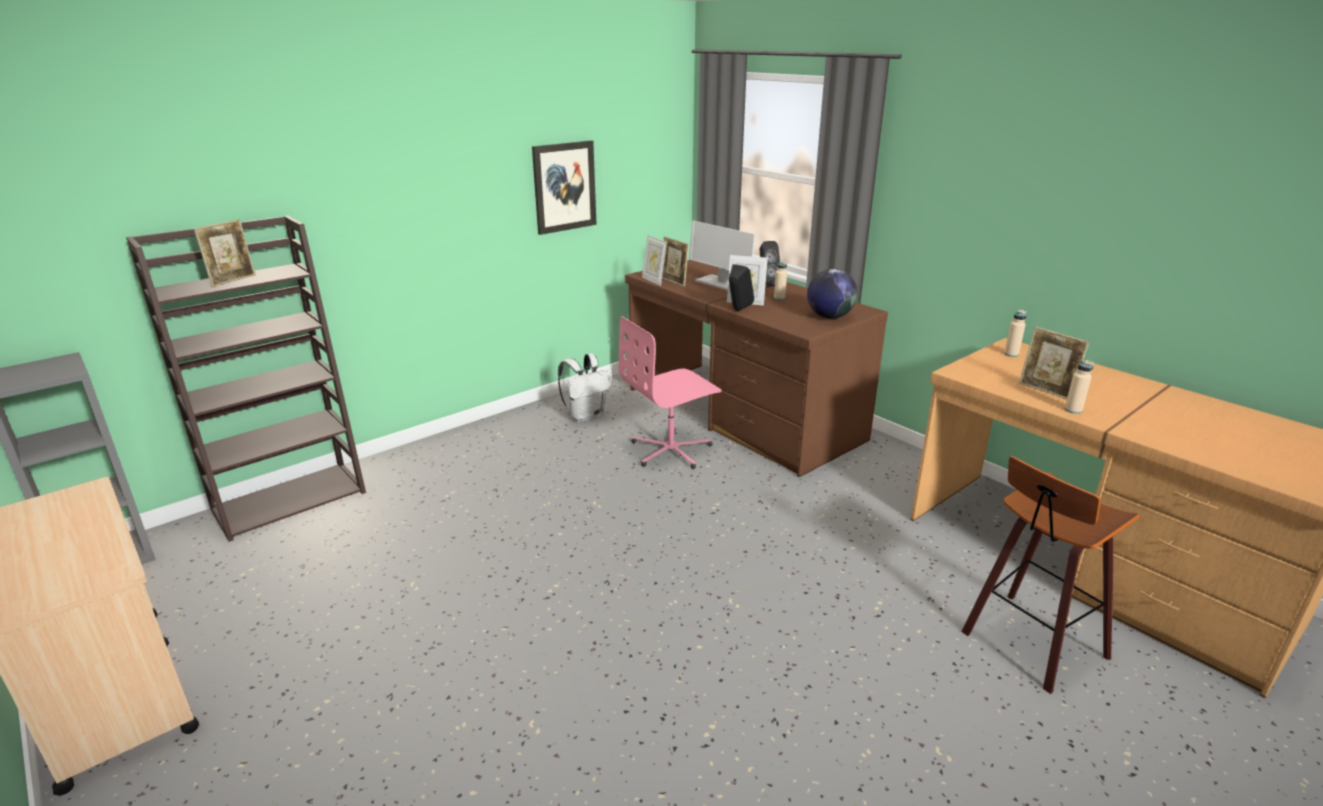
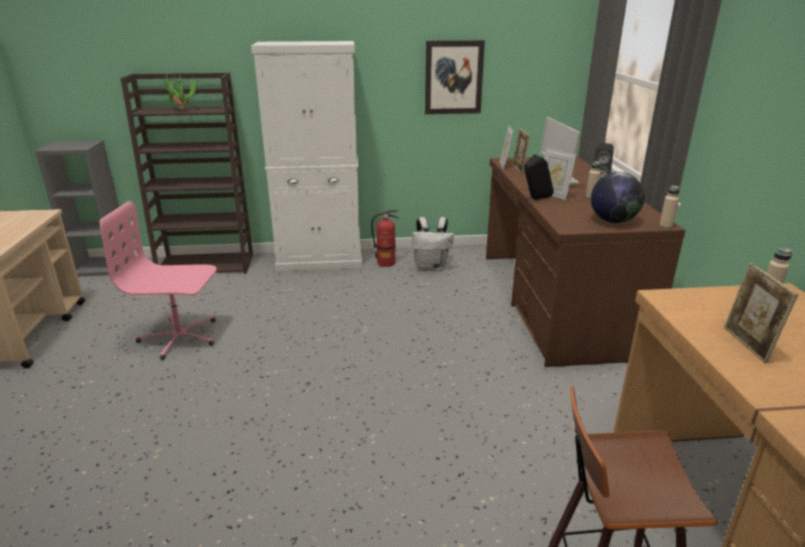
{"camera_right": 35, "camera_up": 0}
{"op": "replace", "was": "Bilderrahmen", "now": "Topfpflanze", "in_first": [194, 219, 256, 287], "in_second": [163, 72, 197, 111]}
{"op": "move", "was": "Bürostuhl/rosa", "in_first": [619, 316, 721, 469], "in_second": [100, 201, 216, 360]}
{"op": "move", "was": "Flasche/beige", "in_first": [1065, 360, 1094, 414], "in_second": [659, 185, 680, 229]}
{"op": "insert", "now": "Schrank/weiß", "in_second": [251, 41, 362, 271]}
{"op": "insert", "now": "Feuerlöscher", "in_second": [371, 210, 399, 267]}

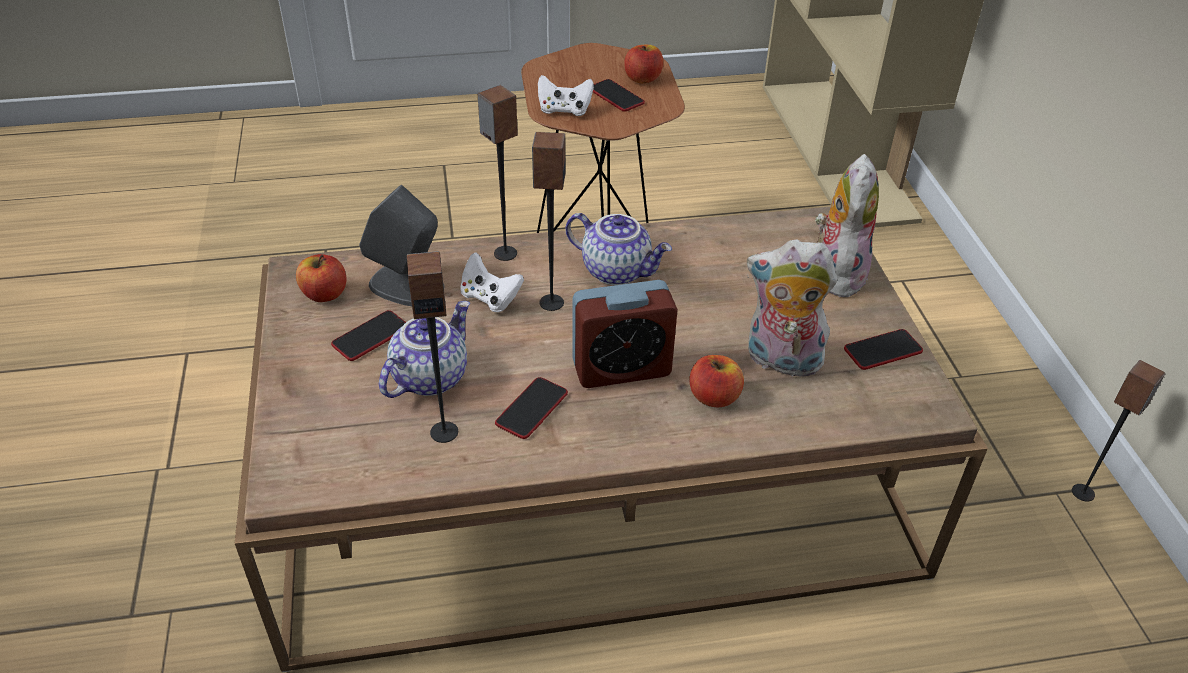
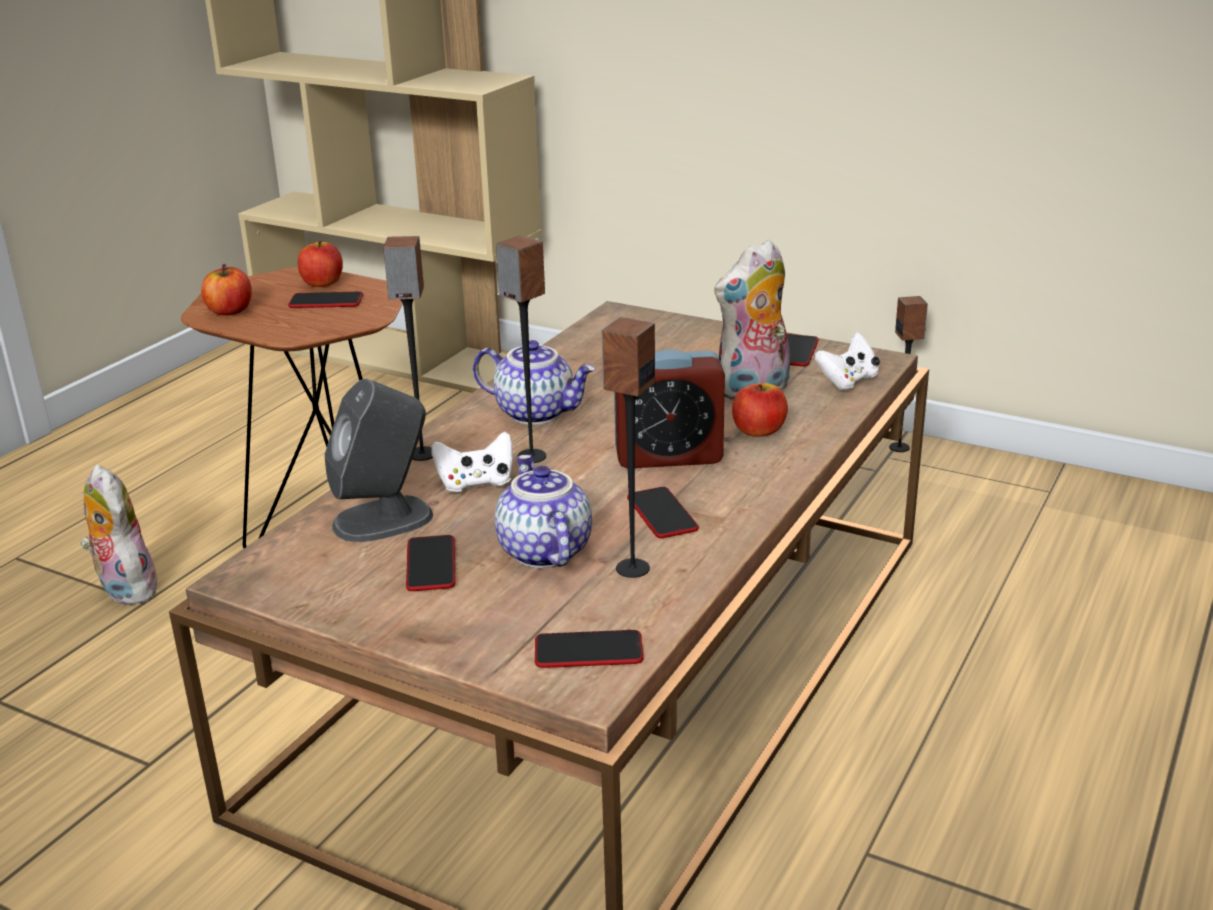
{"camera_right": -50, "camera_up": -15}
{"op": "move", "was": "Apfel", "in_first": [296, 254, 346, 302], "in_second": [201, 264, 252, 315]}
{"op": "move", "was": "Gamepad/weiß", "in_first": [538, 75, 594, 116], "in_second": [815, 333, 880, 390]}
{"op": "rotate", "was": "Teekanne", "in_first": [565, 213, 672, 285], "in_second": [473, 340, 596, 425], "clockwise": 45}
{"op": "rotate", "was": "Wecker", "in_first": [572, 280, 678, 388], "in_second": [614, 349, 725, 468], "clockwise": 60}
{"op": "move", "was": "Plüschtier", "in_first": [815, 154, 879, 300], "in_second": [80, 465, 160, 605]}
{"op": "insert", "now": "Handy", "in_second": [535, 630, 644, 668]}

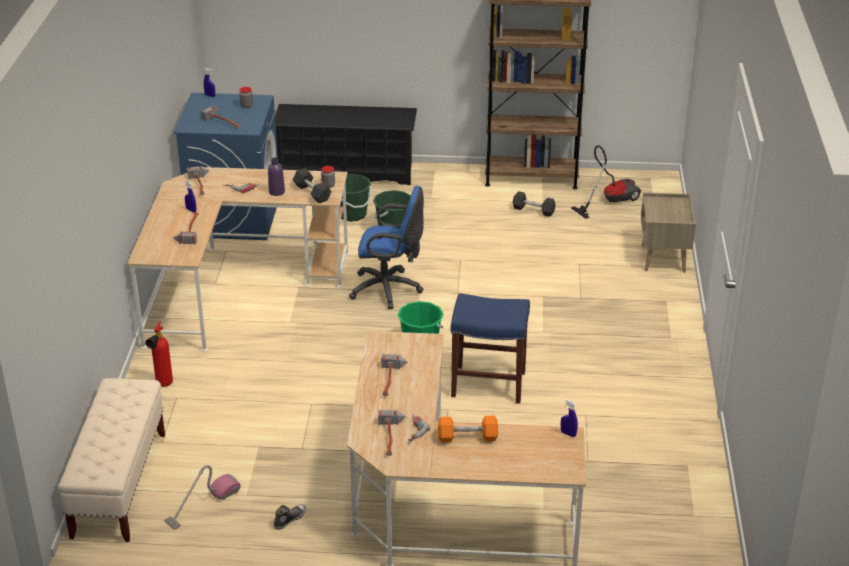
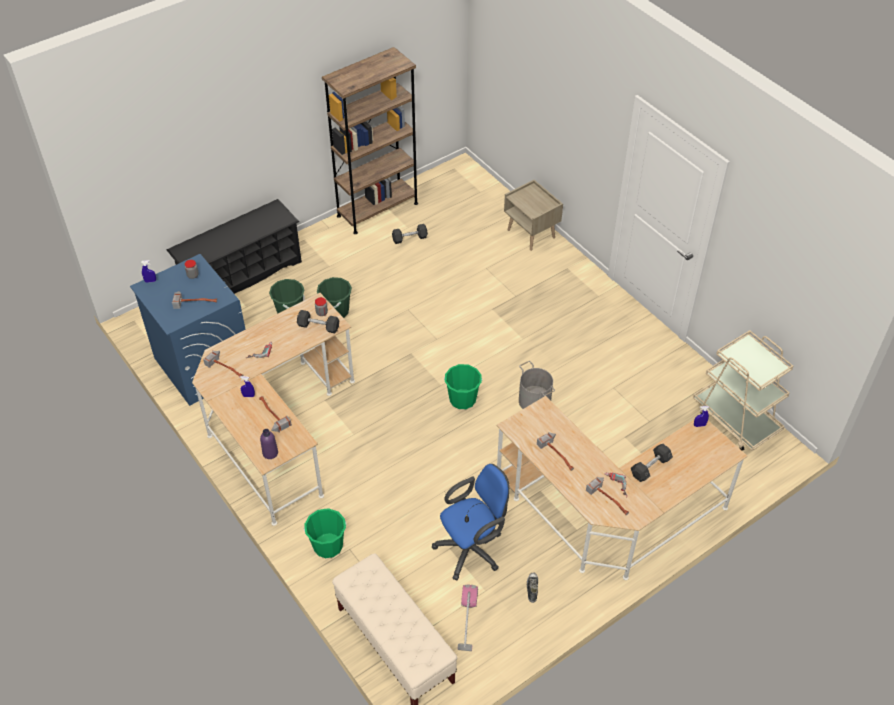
{"camera_right": -40, "camera_up": 15}
{"op": "replace", "was": "Feuerlöscher", "now": "Eimer/grün", "in_first": [145, 321, 173, 387], "in_second": [304, 508, 346, 558]}
{"op": "move", "was": "Flasche/lila", "in_first": [268, 158, 285, 196], "in_second": [260, 429, 278, 459]}
{"op": "move", "was": "Bürostuhl/blau", "in_first": [349, 186, 424, 309], "in_second": [432, 464, 510, 580]}
{"op": "recolor", "was": "Hantel/orange", "now": "Hantel/grau", "in_first": [438, 416, 498, 442], "in_second": [631, 444, 673, 482]}
{"op": "replace", "was": "Hocker/blau", "now": "Eimer/grau", "in_first": [451, 293, 530, 404], "in_second": [519, 361, 555, 409]}
{"op": "delete", "was": "Staubsauger", "in_first": [571, 145, 641, 219]}
{"op": "insert", "now": "Rollwagen/beige", "in_second": [693, 330, 793, 451]}

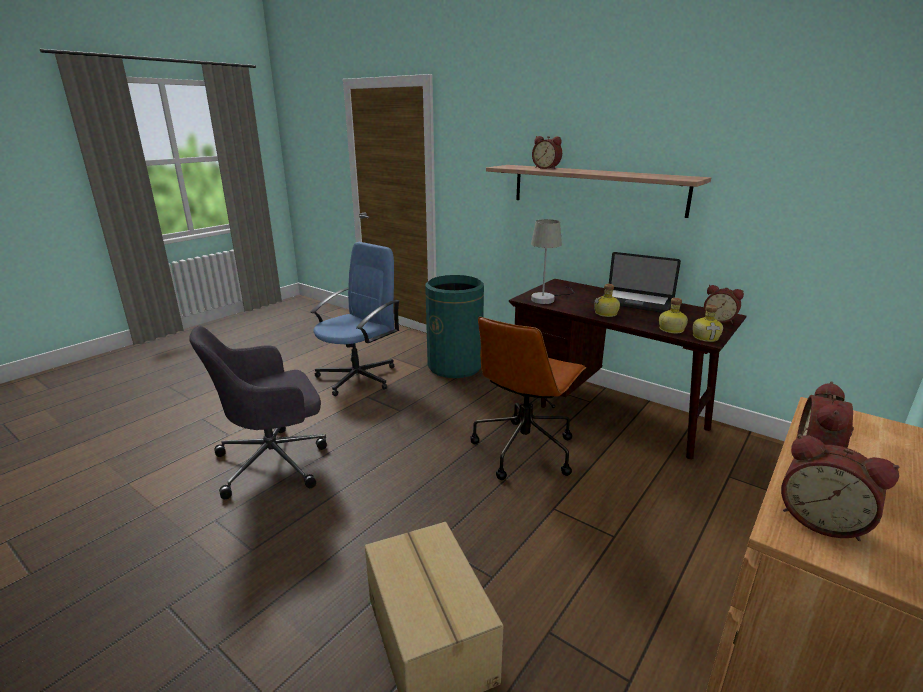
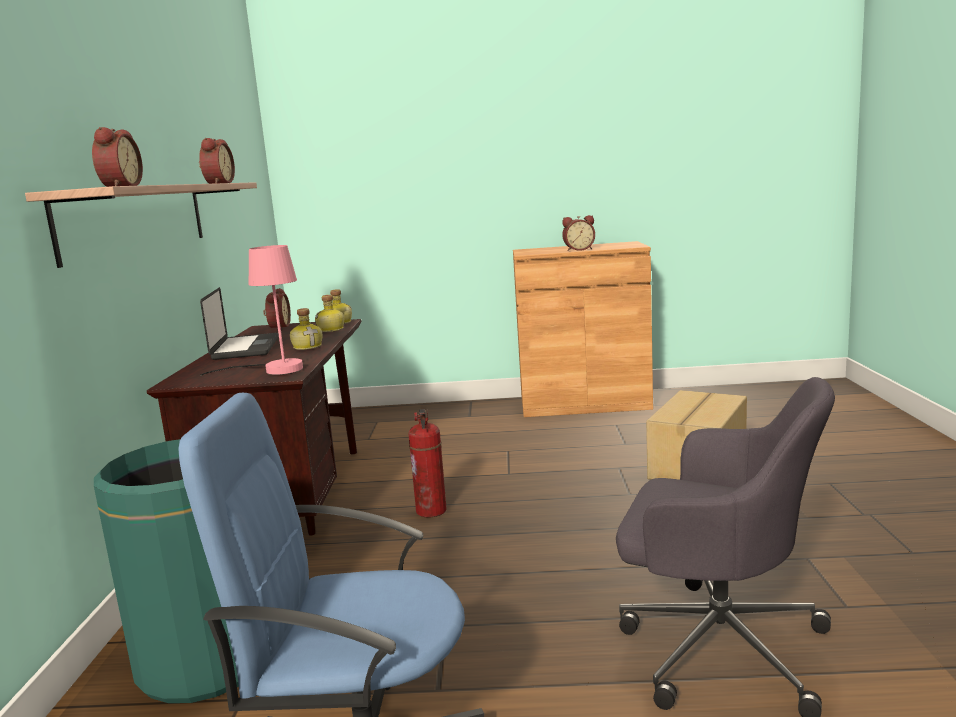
{"camera_right": -125, "camera_up": -10}
{"op": "replace", "was": "Bürostuhl/braun", "now": "Feuerlöscher", "in_first": [471, 317, 586, 480], "in_second": [408, 409, 447, 518]}
{"op": "recolor", "was": "Tischlampe/grau", "now": "Tischlampe/rosa", "in_first": [531, 219, 574, 304], "in_second": [201, 245, 303, 376]}
{"op": "move", "was": "Wecker", "in_first": [781, 434, 899, 541], "in_second": [199, 138, 235, 184]}

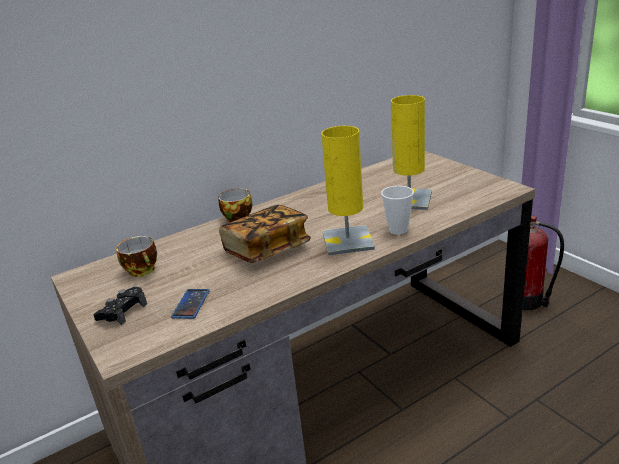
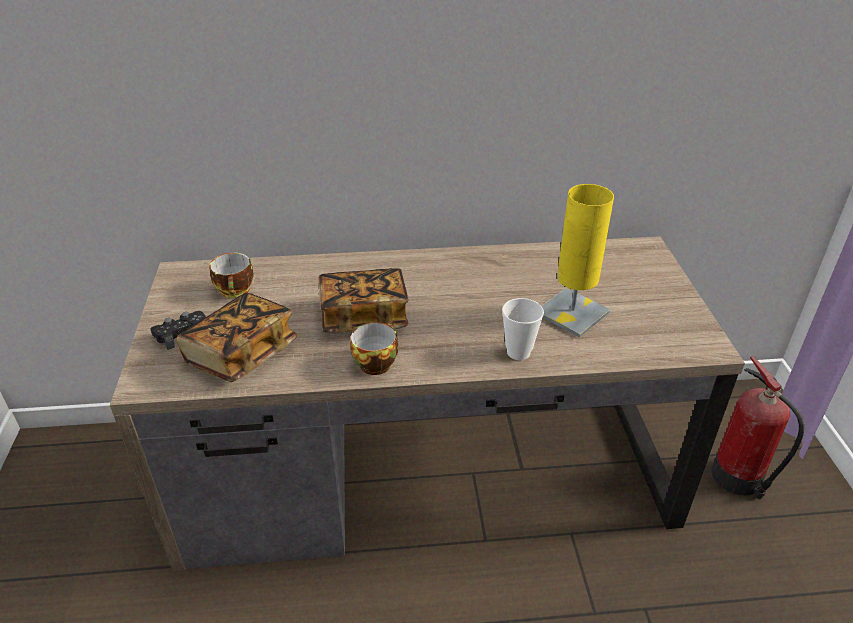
{"camera_right": 25, "camera_up": 10}
{"op": "replace", "was": "Handy", "now": "Buch", "in_first": [171, 289, 210, 319], "in_second": [176, 293, 297, 382]}
{"op": "move", "was": "Tasse", "in_first": [218, 189, 252, 222], "in_second": [350, 322, 398, 375]}
{"op": "delete", "was": "Tischlampe/gelb", "in_first": [321, 126, 375, 255]}

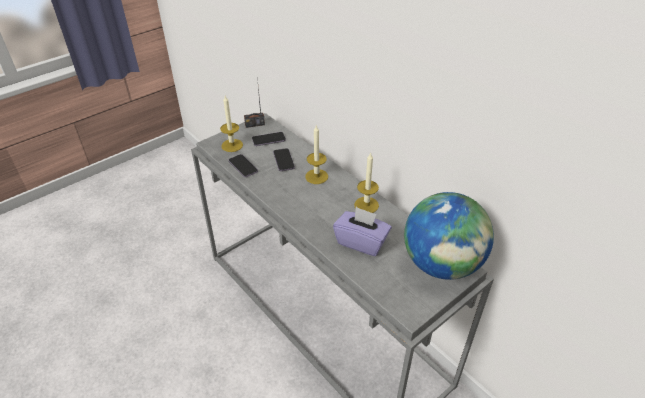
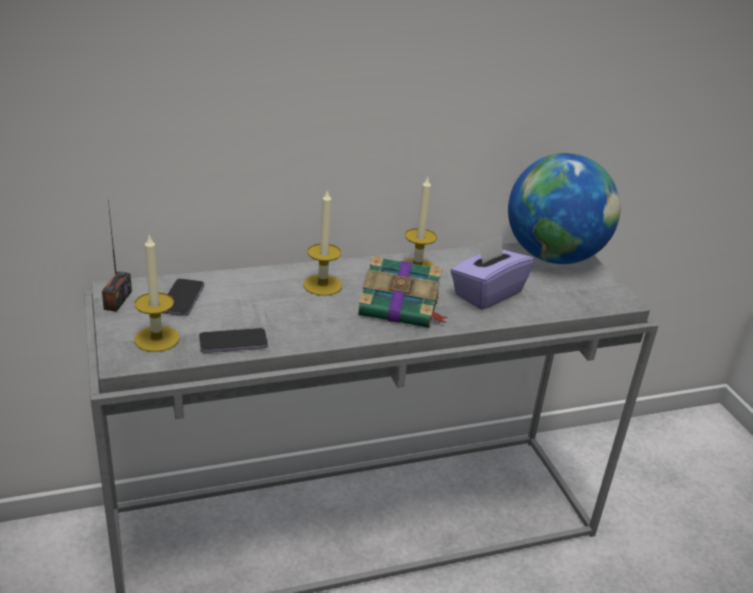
{"camera_right": -70, "camera_up": -10}
{"op": "delete", "was": "Handy", "in_first": [273, 148, 295, 171]}
{"op": "insert", "now": "Buch", "in_second": [358, 255, 448, 328]}

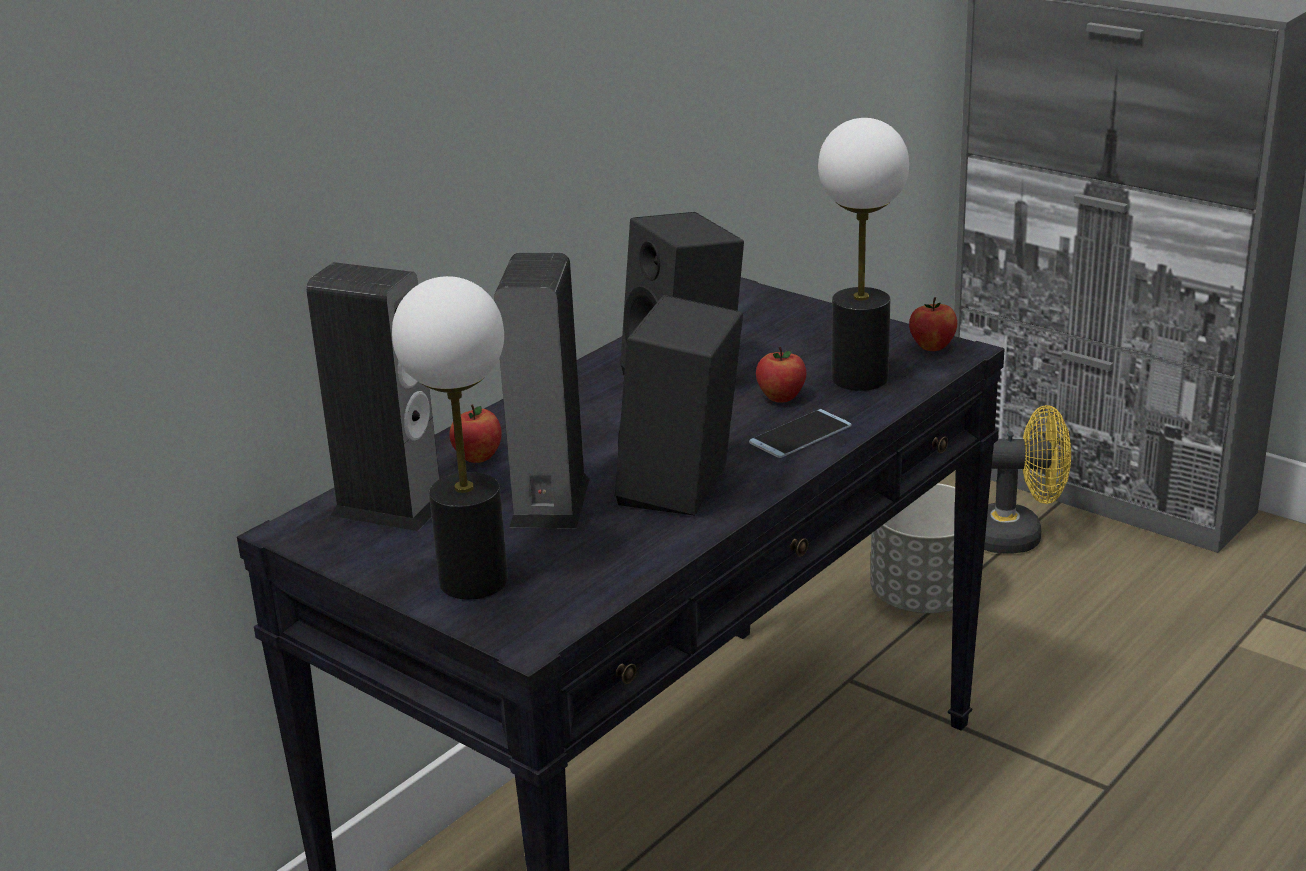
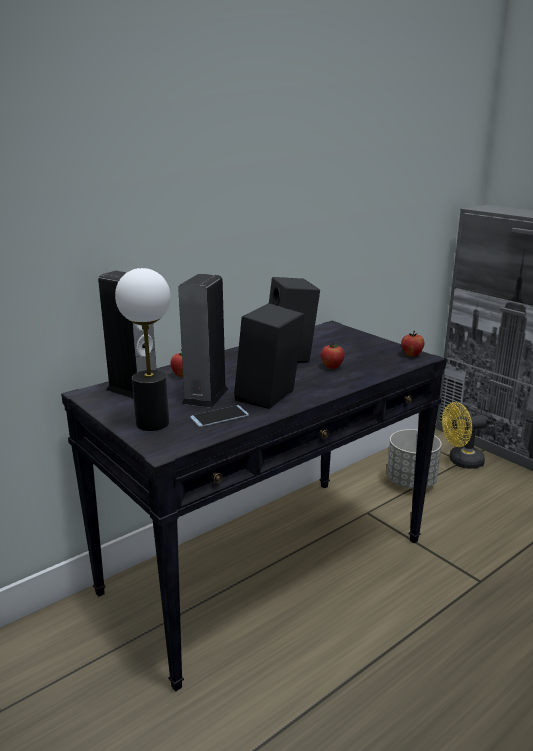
{"camera_right": 10, "camera_up": -5}
{"op": "move", "was": "Handy", "in_first": [749, 409, 851, 458], "in_second": [190, 405, 249, 427]}
{"op": "delete", "was": "Tischlampe", "in_first": [818, 118, 909, 391]}
{"op": "rotate", "was": "Ventilator/gelb", "in_first": [984, 405, 1071, 554], "in_second": [442, 402, 487, 469], "clockwise": 150}

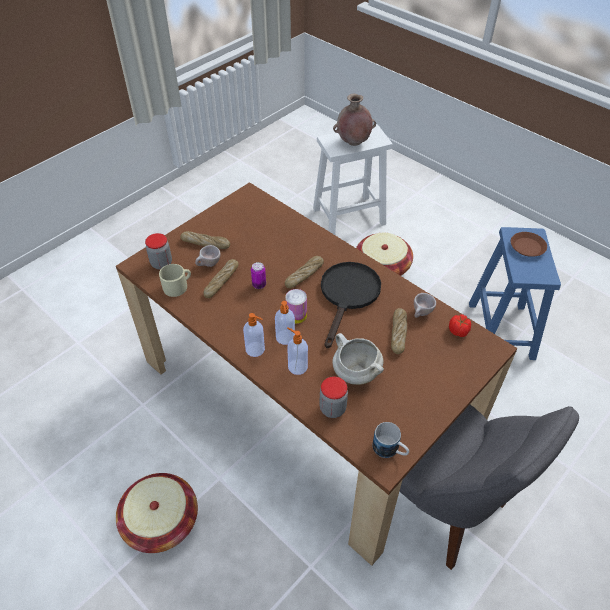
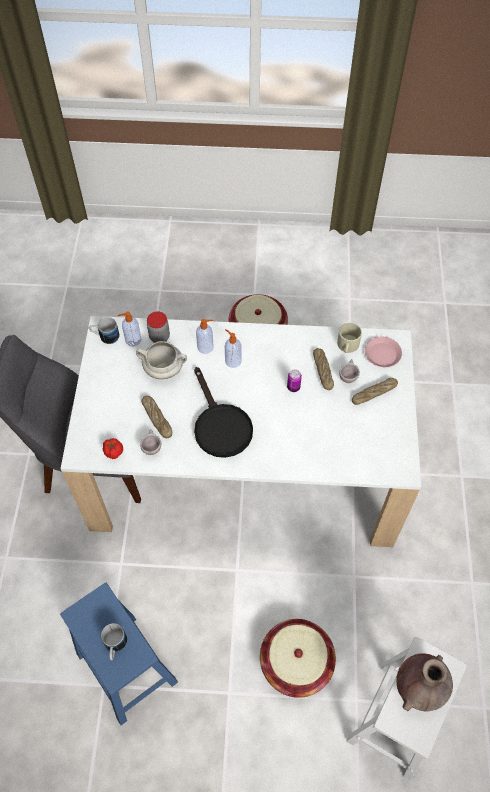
{"camera_right": 140, "camera_up": 10}
{"op": "recolor", "was": "Esstisch/braun", "now": "Esstisch/weiß", "in_first": [116, 182, 518, 566], "in_second": [61, 316, 421, 547]}
{"op": "replace", "was": "Vorratsglas", "now": "Teller/rosa", "in_first": [145, 233, 172, 269], "in_second": [365, 337, 402, 367]}
{"op": "move", "was": "Seifenspender", "in_first": [243, 313, 265, 357], "in_second": [118, 311, 141, 347]}
{"op": "delete", "was": "Brot", "in_first": [285, 256, 324, 288]}
{"op": "delete", "was": "Dose", "in_first": [285, 289, 307, 324]}
{"op": "replace", "was": "Teller/braun", "now": "Henkelbecher", "in_first": [511, 232, 547, 257], "in_second": [101, 623, 127, 660]}

